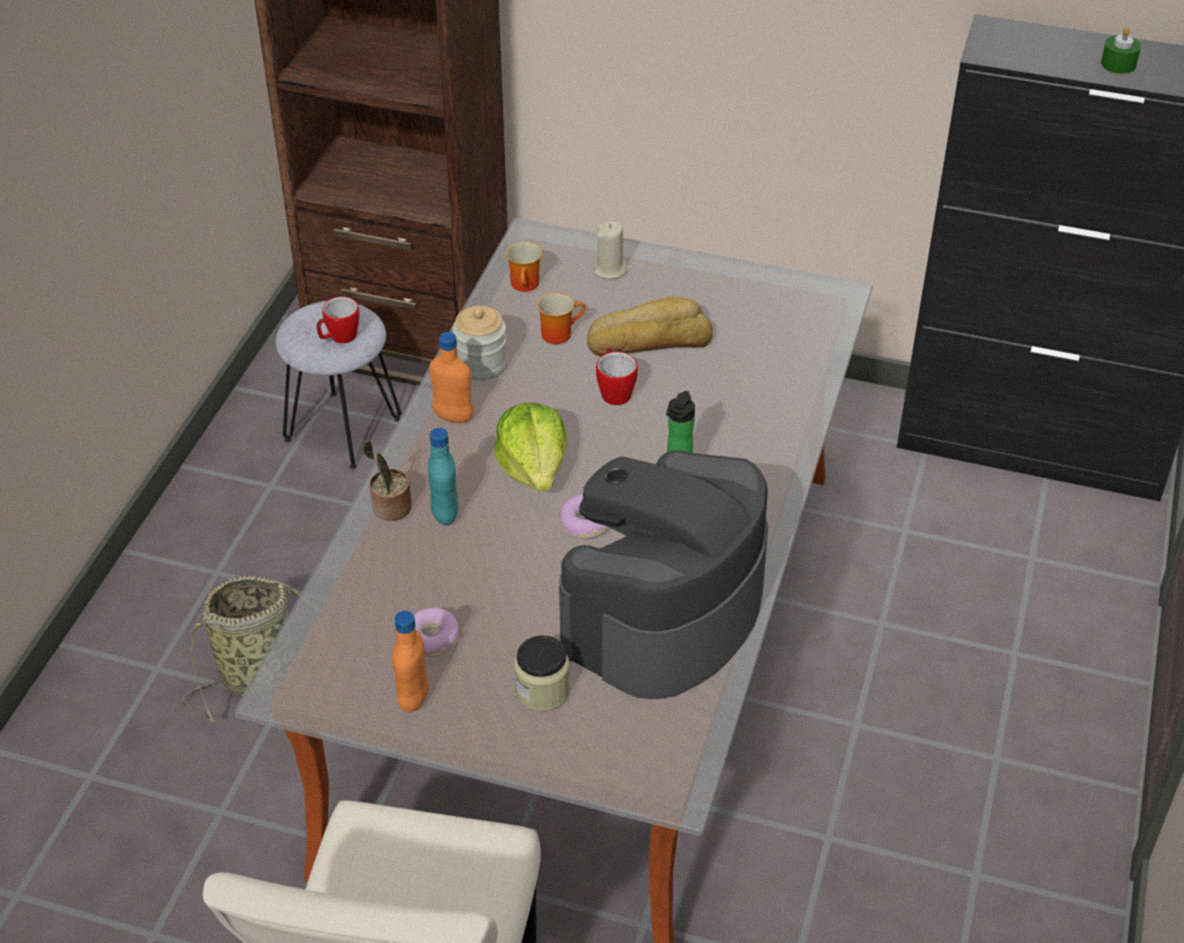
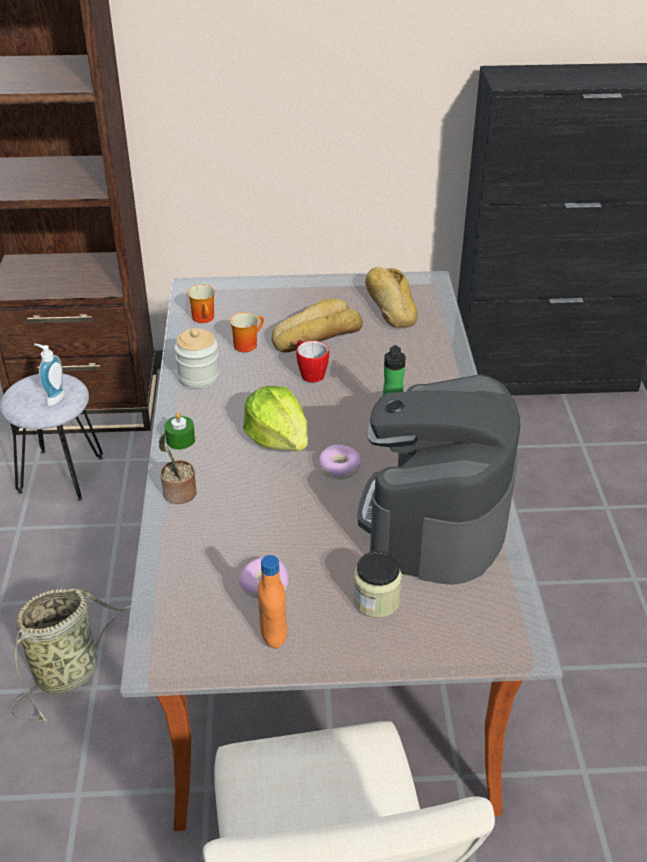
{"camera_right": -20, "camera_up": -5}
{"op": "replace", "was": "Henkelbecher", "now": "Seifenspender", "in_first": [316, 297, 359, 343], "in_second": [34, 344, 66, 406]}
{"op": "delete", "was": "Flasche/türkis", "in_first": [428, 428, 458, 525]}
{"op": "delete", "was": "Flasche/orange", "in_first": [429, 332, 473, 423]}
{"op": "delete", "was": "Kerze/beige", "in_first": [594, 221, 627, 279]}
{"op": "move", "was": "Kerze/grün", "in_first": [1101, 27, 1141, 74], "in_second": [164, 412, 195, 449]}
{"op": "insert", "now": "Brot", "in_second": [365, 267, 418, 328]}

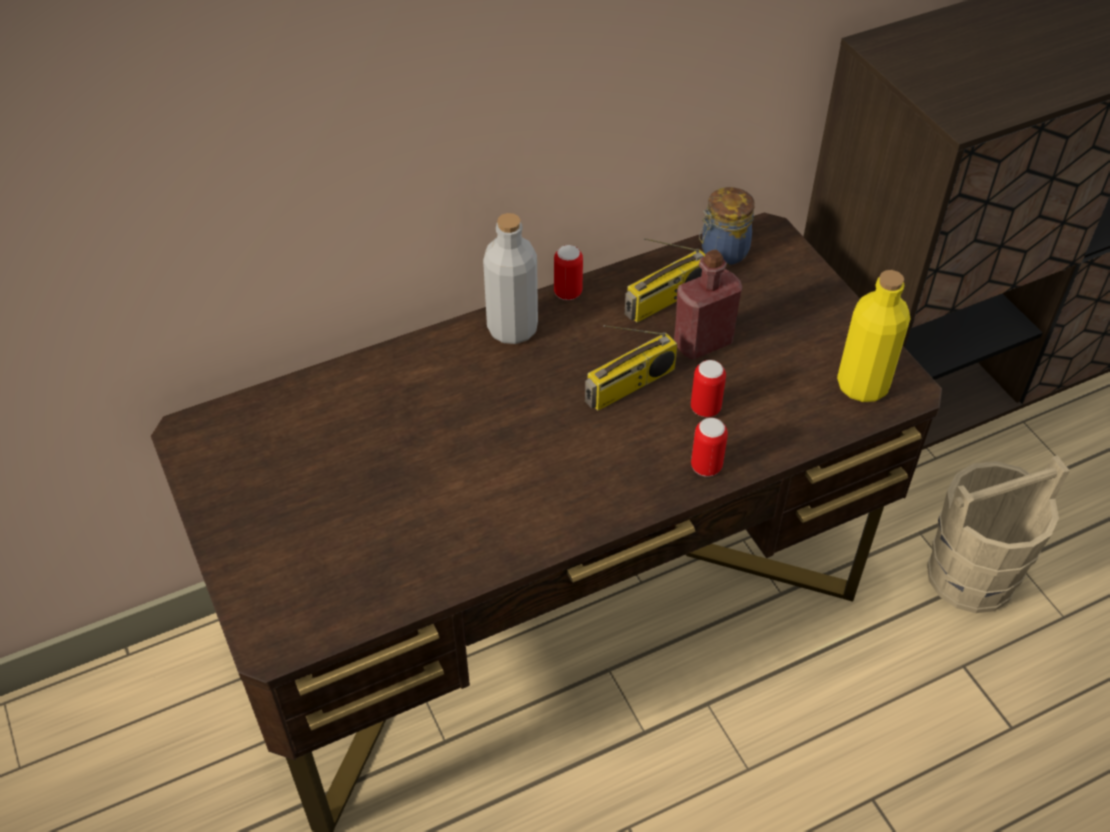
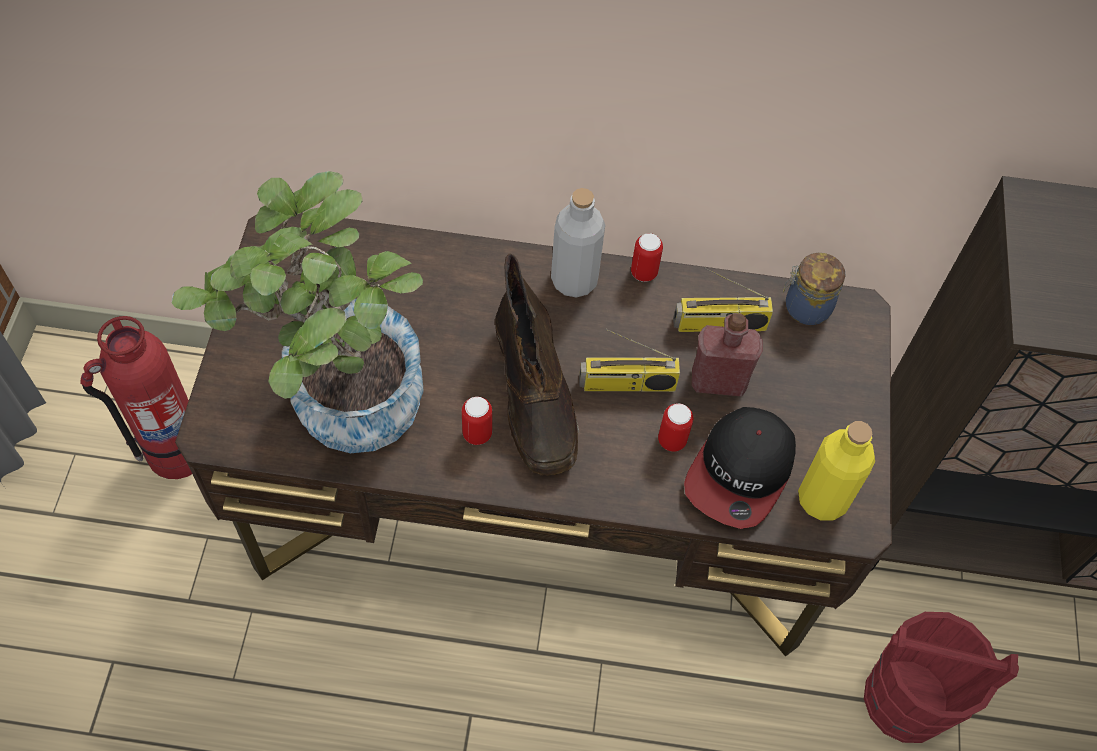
{"camera_right": 30, "camera_up": 10}
{"op": "move", "was": "Dose", "in_first": [691, 418, 728, 477], "in_second": [462, 397, 492, 445]}
{"op": "recolor", "was": "Eimer/beige", "now": "Eimer/rot", "in_first": [927, 455, 1070, 613], "in_second": [864, 612, 1019, 743]}
{"op": "insert", "now": "Feuerlöscher", "in_second": [80, 316, 192, 479]}
{"op": "insert", "now": "Topfpflanze", "in_second": [172, 171, 424, 453]}
{"op": "insert", "now": "Stiefel/braun", "in_second": [495, 253, 579, 476]}
{"op": "insert", "now": "Kappe", "in_second": [684, 407, 796, 529]}

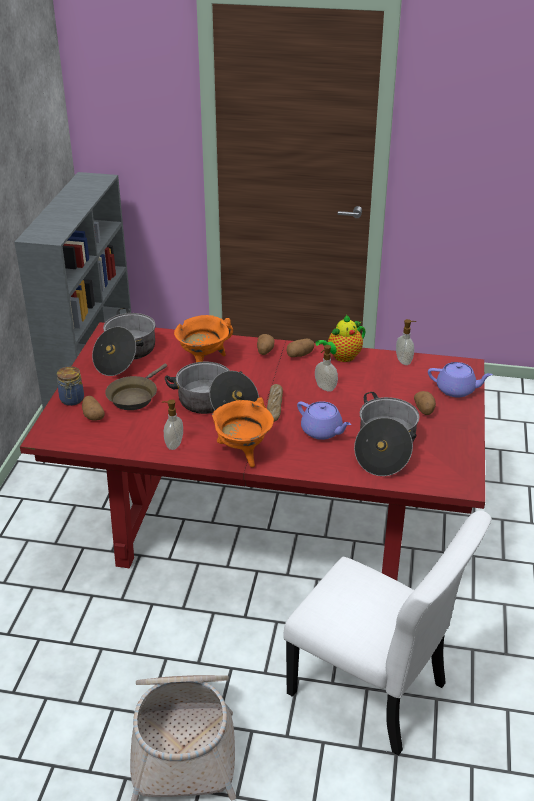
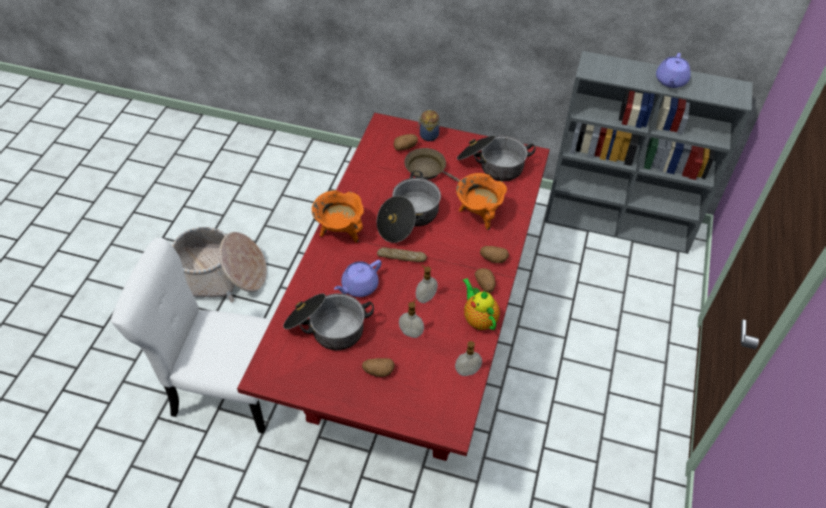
{"camera_right": 95, "camera_up": 15}
{"op": "move", "was": "Seifenspender", "in_first": [162, 399, 183, 450], "in_second": [399, 299, 424, 338]}
{"op": "rotate", "was": "Stuhl/weiß", "in_first": [283, 510, 492, 756], "in_second": [111, 238, 271, 433], "clockwise": 60}
{"op": "move", "was": "Teekanne/lila", "in_first": [428, 362, 493, 398], "in_second": [656, 53, 691, 88]}

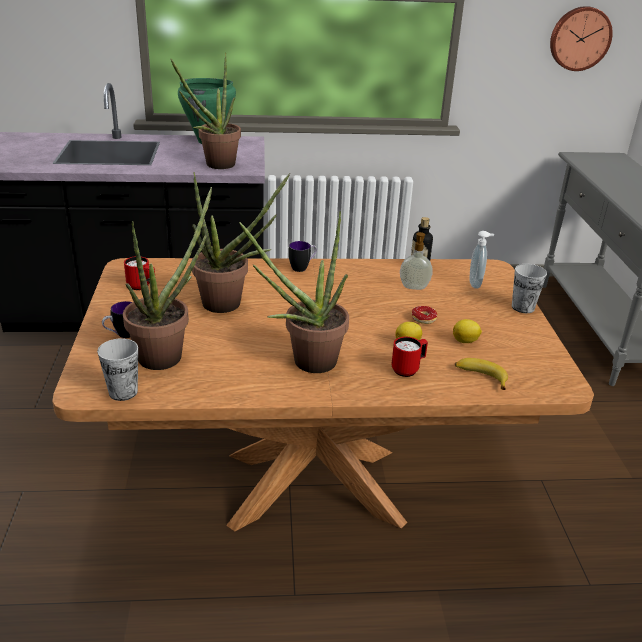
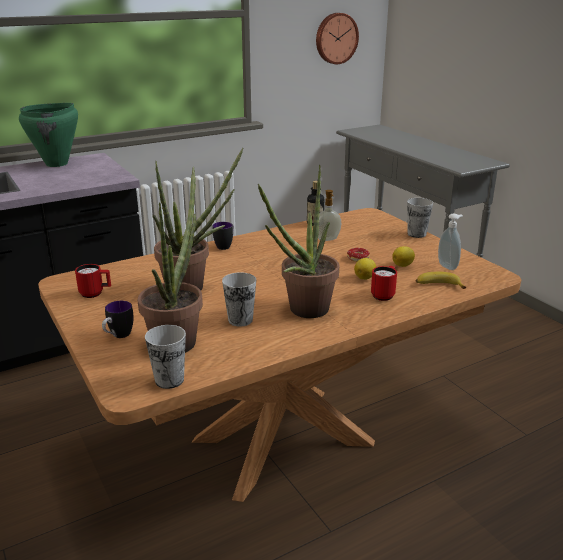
{"camera_right": -25, "camera_up": -5}
{"op": "delete", "was": "Topfpflanze", "in_first": [171, 52, 241, 169]}
{"op": "move", "was": "Seifenspender", "in_first": [470, 231, 495, 289], "in_second": [438, 214, 463, 270]}
{"op": "insert", "now": "Tasse", "in_second": [222, 272, 256, 327]}

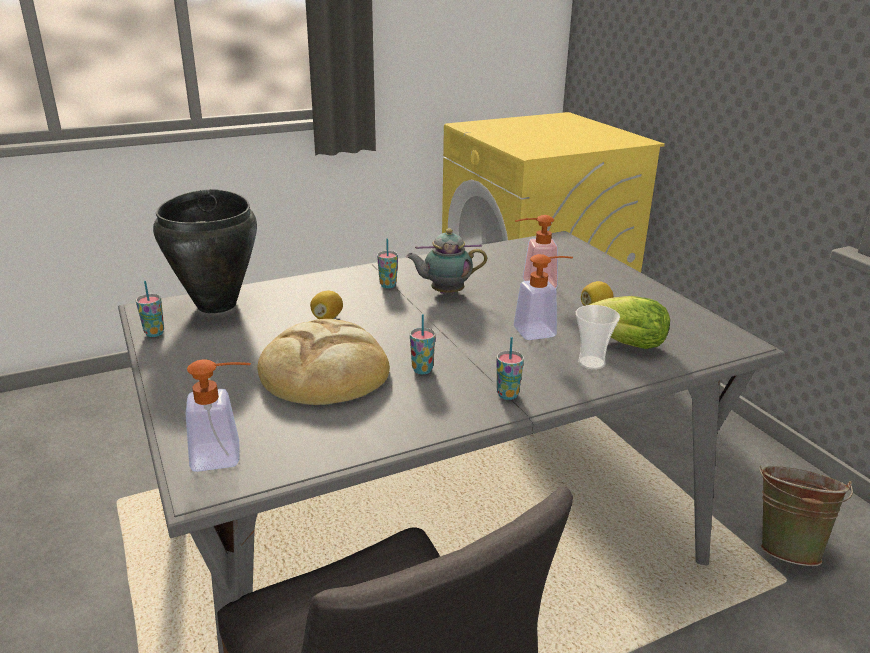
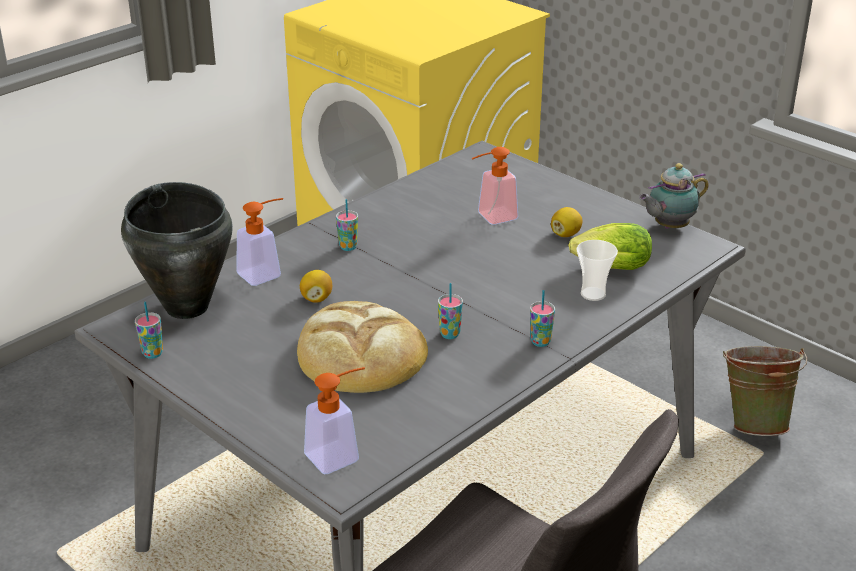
{"camera_right": -20, "camera_up": 5}
{"op": "move", "was": "Teekanne", "in_first": [406, 228, 487, 294], "in_second": [639, 163, 709, 228]}
{"op": "move", "was": "Seifenspender", "in_first": [514, 254, 573, 340], "in_second": [236, 198, 283, 286]}

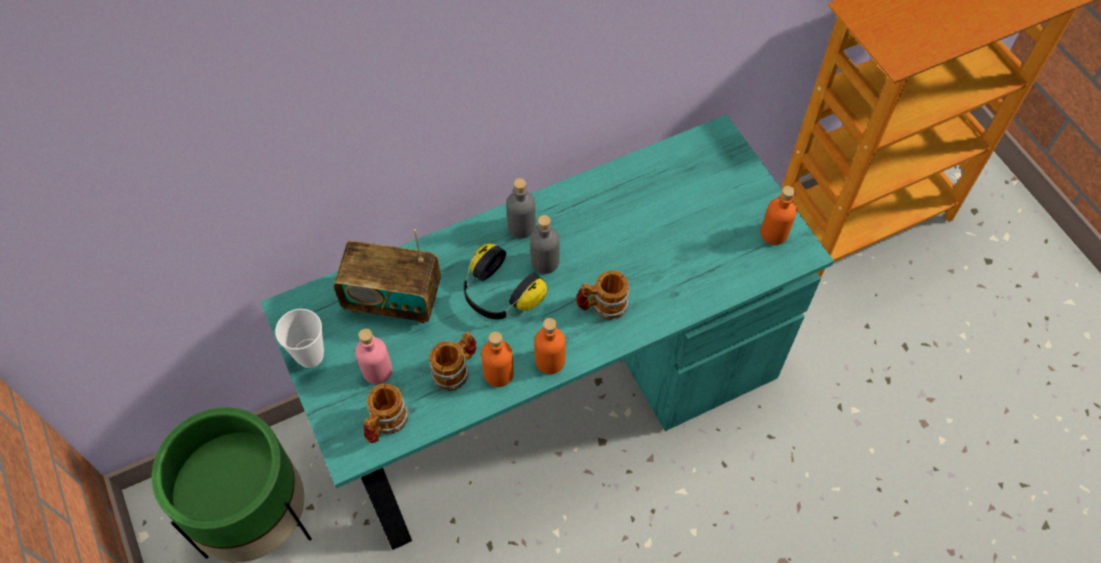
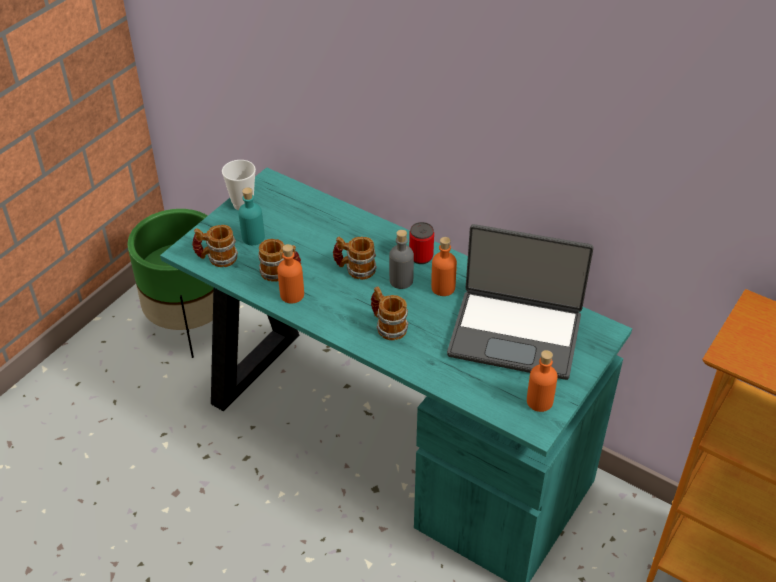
{"camera_right": 60, "camera_up": -15}
{"op": "delete", "was": "Radio", "in_first": [334, 229, 441, 323]}
{"op": "recolor", "was": "Flasche/rosa", "now": "Flasche/türkis", "in_first": [355, 329, 392, 384], "in_second": [238, 188, 265, 245]}
{"op": "replace", "was": "Kopfhörer", "now": "Henkelbecher", "in_first": [464, 244, 547, 320], "in_second": [333, 237, 377, 280]}
{"op": "replace", "was": "Flasche/grau", "now": "Dose", "in_first": [506, 178, 536, 238], "in_second": [409, 222, 434, 264]}
{"op": "move", "was": "Flasche/orange", "in_first": [534, 318, 566, 374], "in_second": [431, 237, 457, 296]}
{"op": "insert", "now": "Laptop", "in_second": [447, 224, 594, 380]}

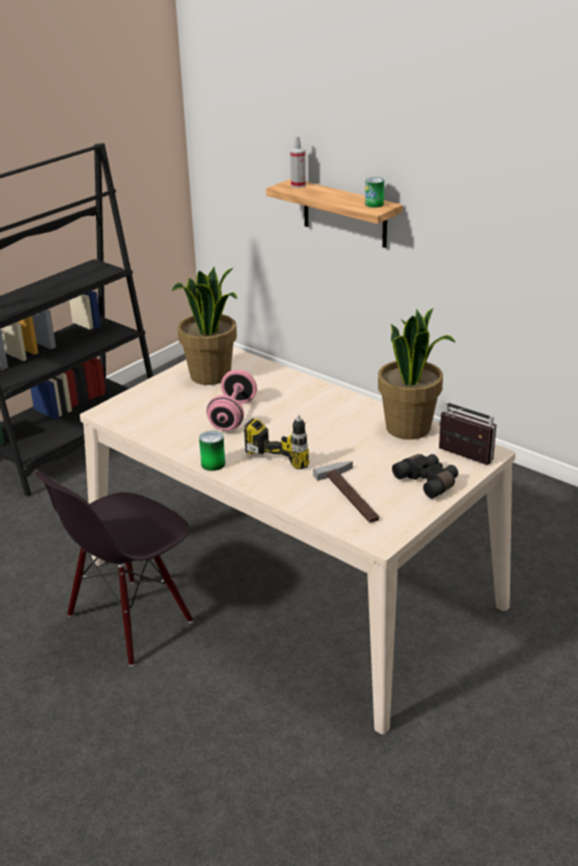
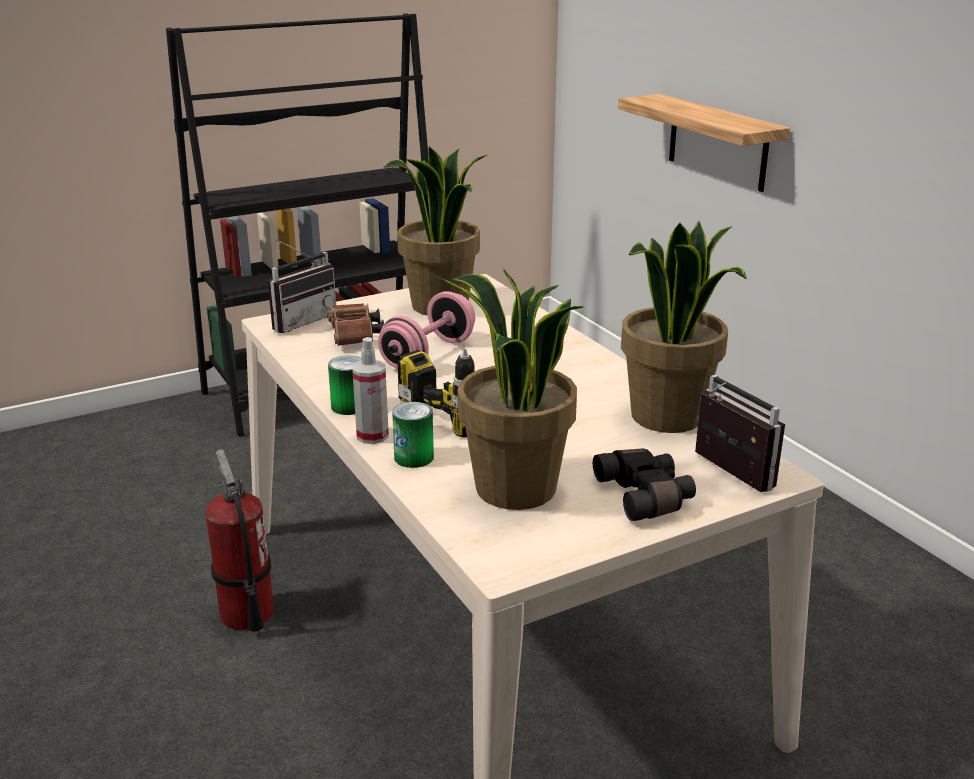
{"camera_right": 20, "camera_up": -5}
{"op": "replace", "was": "Stuhl/schwarz", "now": "Feuerlöscher", "in_first": [35, 472, 193, 666], "in_second": [205, 449, 274, 632]}
{"op": "move", "was": "Sprühflasche", "in_first": [290, 136, 306, 188], "in_second": [352, 337, 389, 444]}
{"op": "replace", "was": "Hammer", "now": "Topfpflanze", "in_first": [313, 461, 379, 523], "in_second": [440, 269, 583, 510]}
{"op": "move", "was": "Dose", "in_first": [365, 177, 384, 208], "in_second": [392, 402, 434, 468]}
{"op": "insert", "now": "Radio", "in_second": [268, 239, 336, 333]}
{"op": "insert", "now": "Fernglas/braun", "in_second": [327, 303, 384, 346]}

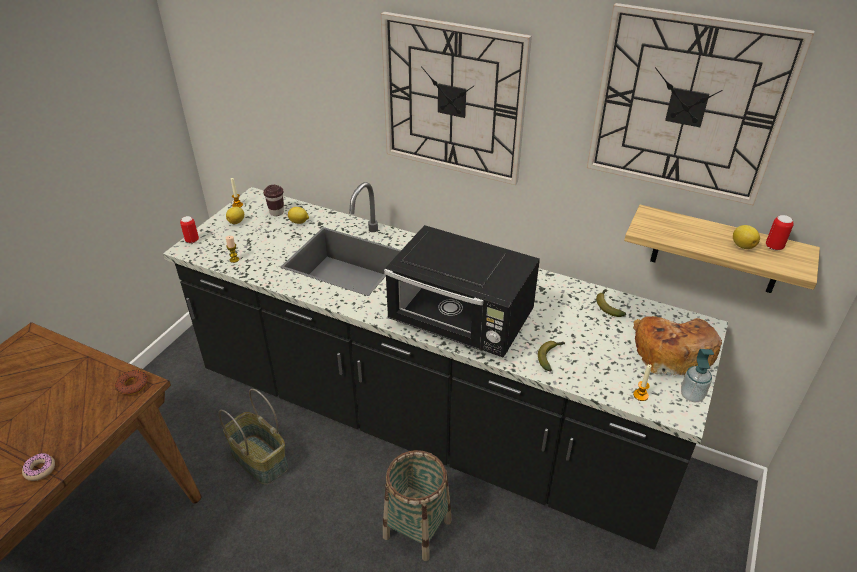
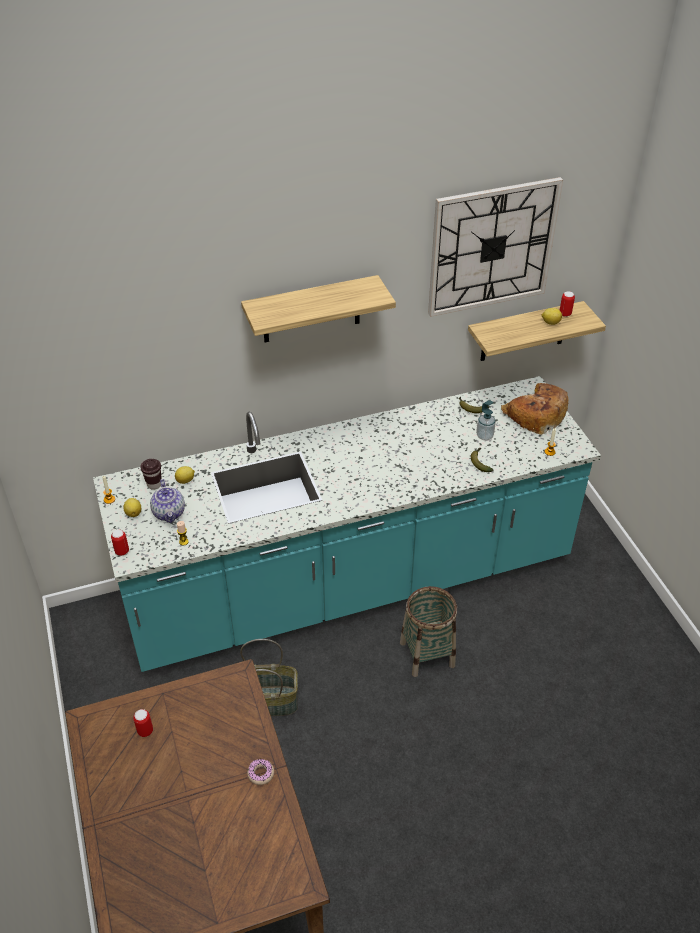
{"camera_right": -45, "camera_up": 5}
{"op": "delete", "was": "Donut", "in_first": [115, 370, 148, 395]}
{"op": "recolor", "was": "Küchenzeile/schwarz", "now": "Küchenzeile/türkis", "in_first": [163, 182, 728, 550], "in_second": [93, 376, 601, 672]}
{"op": "replace", "was": "Wanduhr", "now": "Wandregal", "in_first": [381, 12, 532, 185], "in_second": [241, 275, 396, 342]}
{"op": "delete", "was": "Mikrowelle/schwarz", "in_first": [384, 225, 540, 357]}
{"op": "move", "was": "Seifenspender", "in_first": [681, 349, 714, 402], "in_second": [476, 400, 496, 440]}
{"op": "insert", "now": "Dose", "in_second": [133, 709, 153, 737]}
{"op": "insert", "now": "Teekanne", "in_second": [150, 479, 185, 523]}

